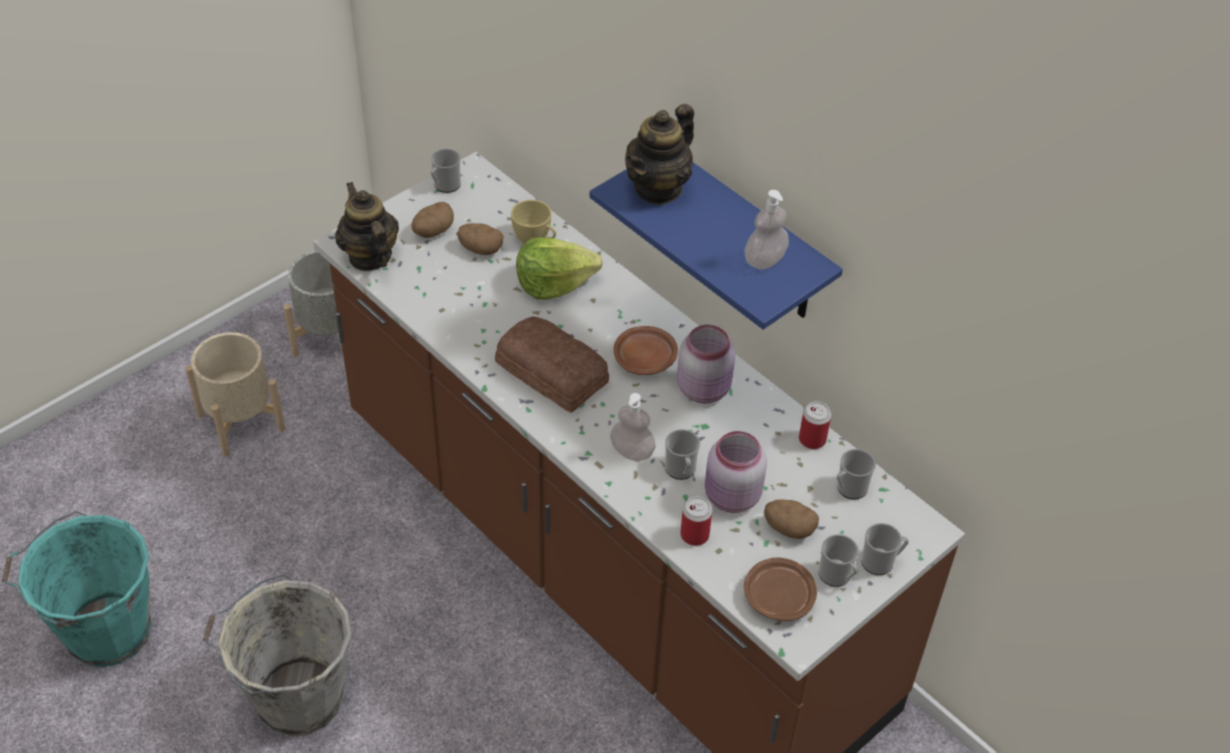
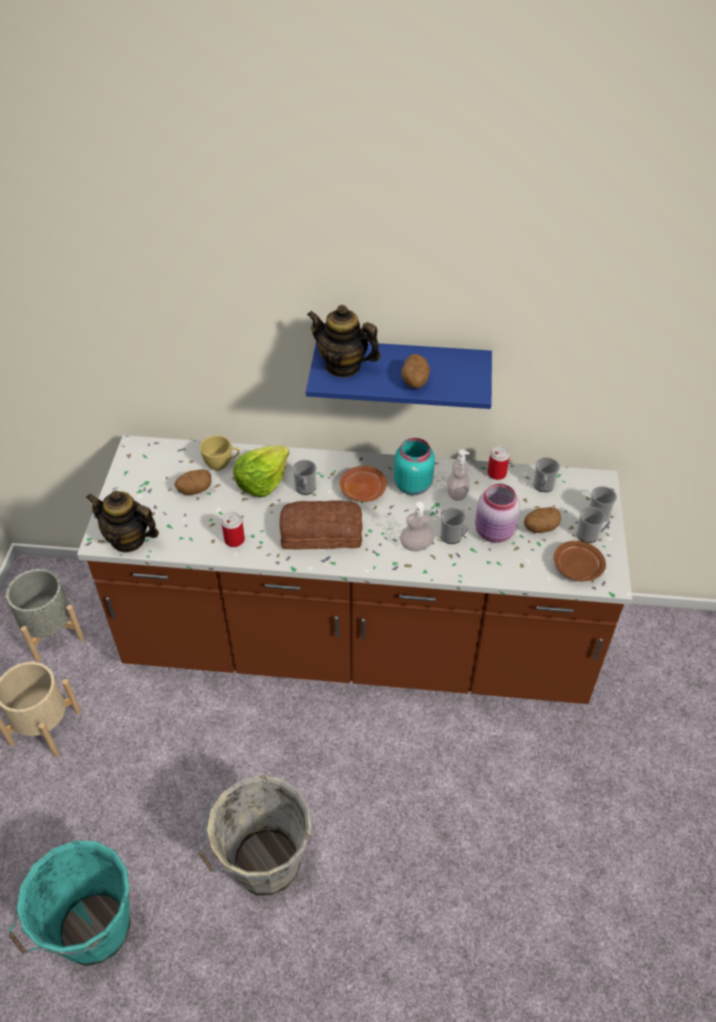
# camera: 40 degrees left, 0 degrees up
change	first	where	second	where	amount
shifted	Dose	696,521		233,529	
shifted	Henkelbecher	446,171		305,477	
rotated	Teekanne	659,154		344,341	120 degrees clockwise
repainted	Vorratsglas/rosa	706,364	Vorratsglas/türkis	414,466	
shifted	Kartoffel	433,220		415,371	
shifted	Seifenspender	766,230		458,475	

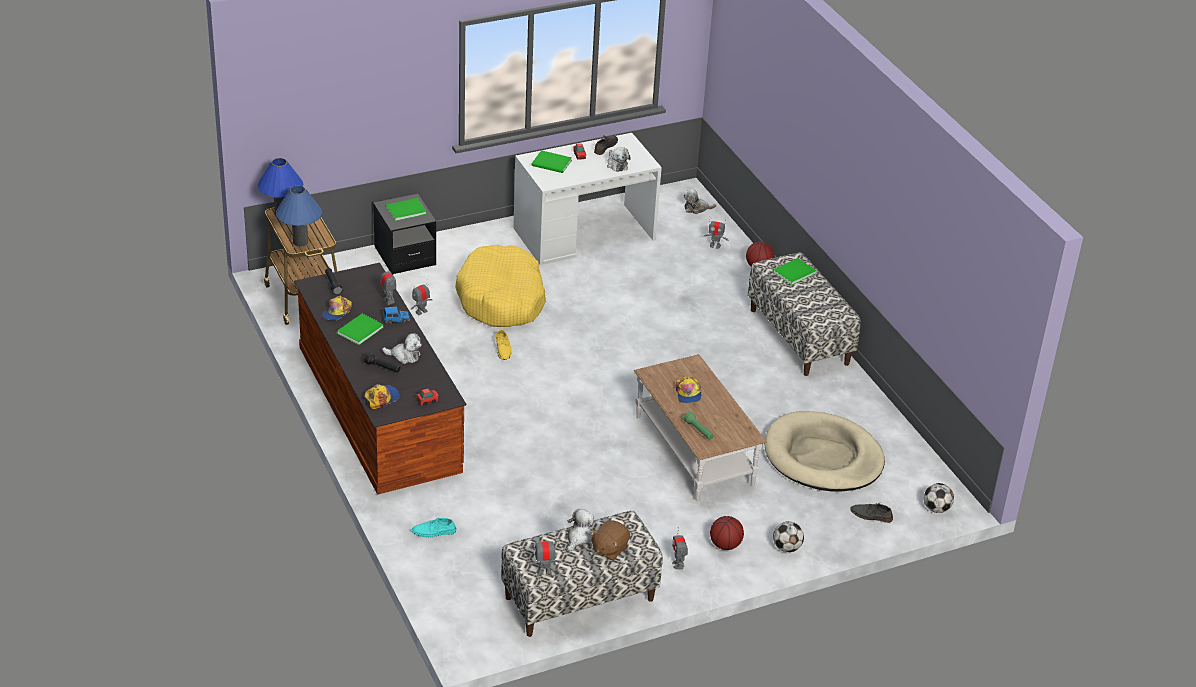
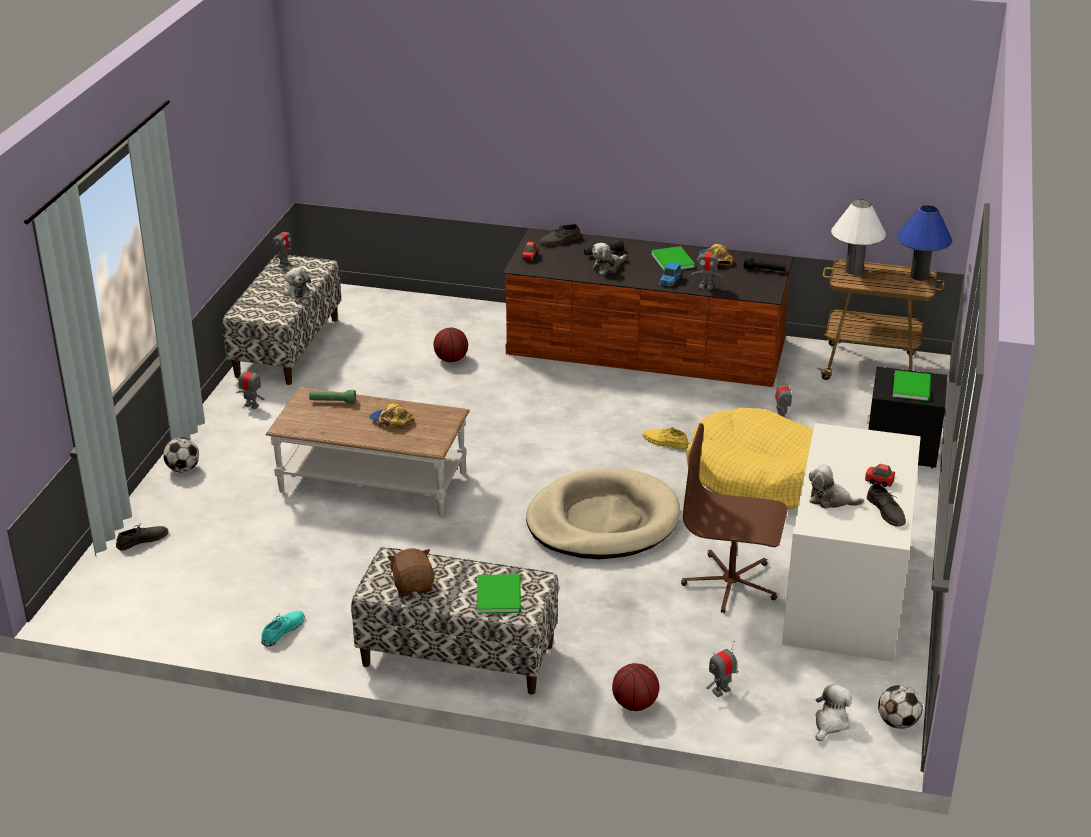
# camera: 130 degrees right, 5 degrees down
change	first	where	second	where	amount
shifted	Schuh/türkis	434,527		283,628	
shifted	Plüschtier/braun	610,540		410,572	
shifted	Basketball	727,533		451,345	
shifted	Hundebett/beige	825,451		603,514	
swapped	Kappe	382,396	Schuh/grau	560,235	
new			Bürostuhl/braun	734,518	
repainted	Tischlampe/blau	299,216	Tischlampe/weiß	858,237	
shifted	Fußball	939,498		900,707	
gone	Buch/grün	552,161			

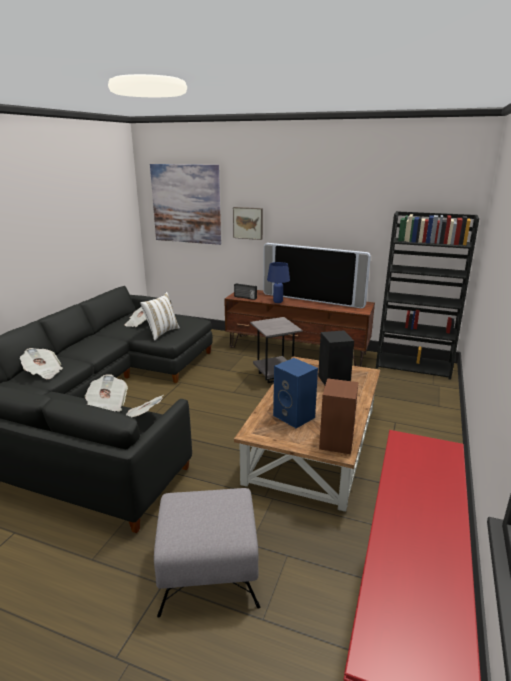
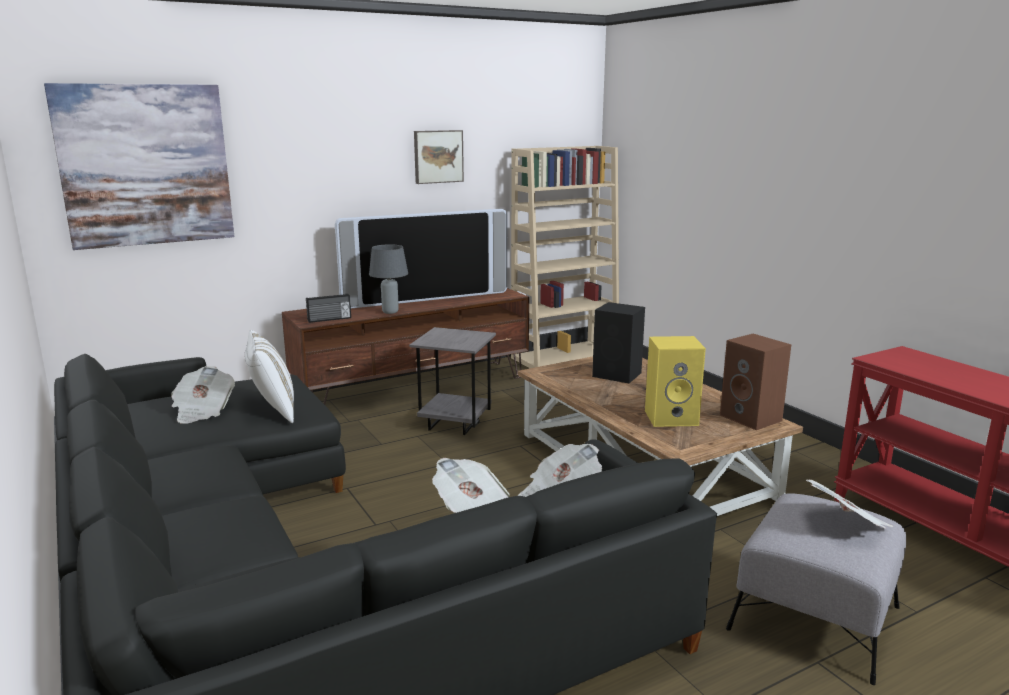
# camera: 50 degrees left, 5 degrees down
change	first	where	second	where	amount
repainted	Tischlampe/blau	278,282	Tischlampe/grau	388,279	
shifted	Bild	248,223		439,157	
repainted	Bücherregal/schwarz	427,295	Bücherregal/beige	565,257	
repainted	Lautsprecher/blau	295,393	Lautsprecher/gelb	675,381	
shifted	Zeitung	41,363		850,504	

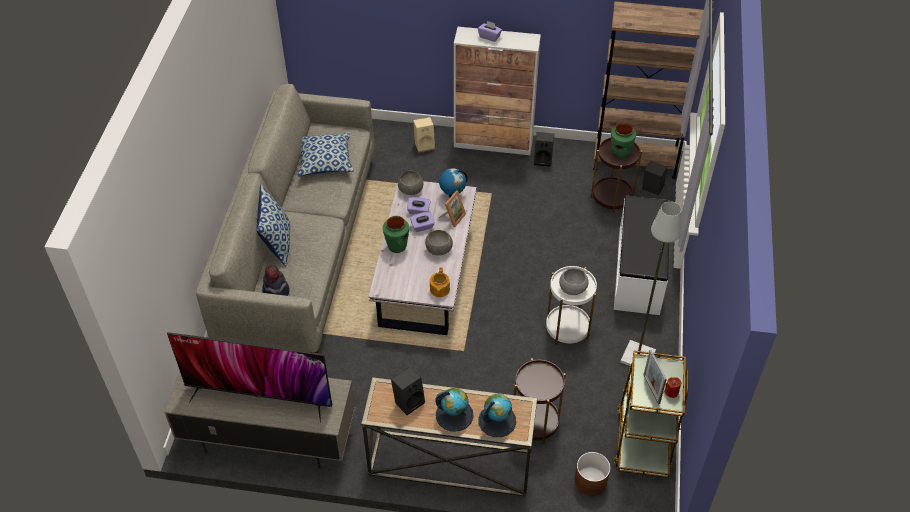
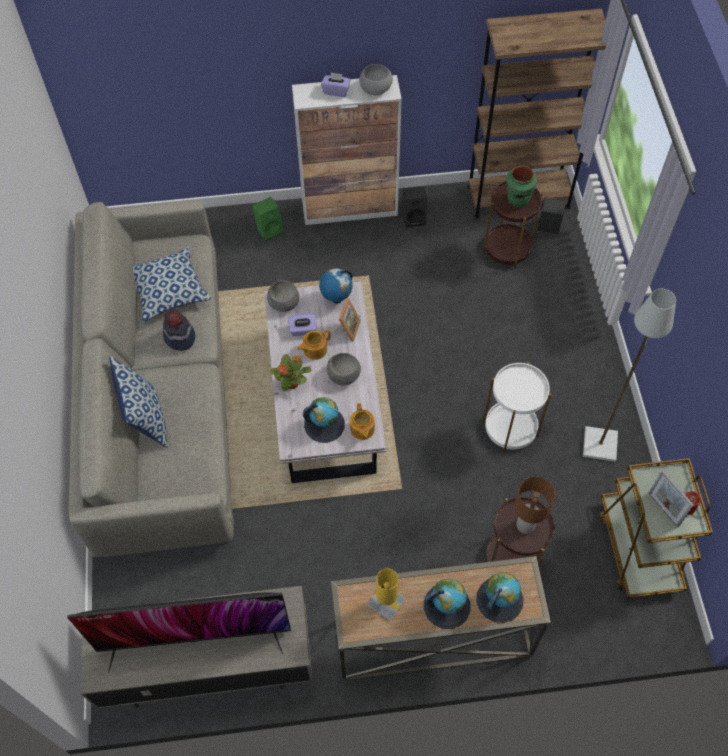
# camera: 15 degrees left, 10 degrees up
change	first	where	second	where	amount
shifted	Hut	276,280		179,330	
repainted	Lautsprecher/beige	424,135	Lautsprecher/grün	268,219	
swapped	Vase/grün	396,234	Topfpflanze	290,372	
swapped	Taschentuchbox/lila	422,222	Teekanne	314,345	
new			Globus	324,420	
shifted	Schüssel/grau	574,281		376,79	
swapped	Lautsprecher/schwarz	408,391	Tischlampe/gelb	386,594	
new			Tischlampe/braun	534,505	
gone	Pflanzkübel/braun	593,474			
gone	Bank/weiß	641,255			

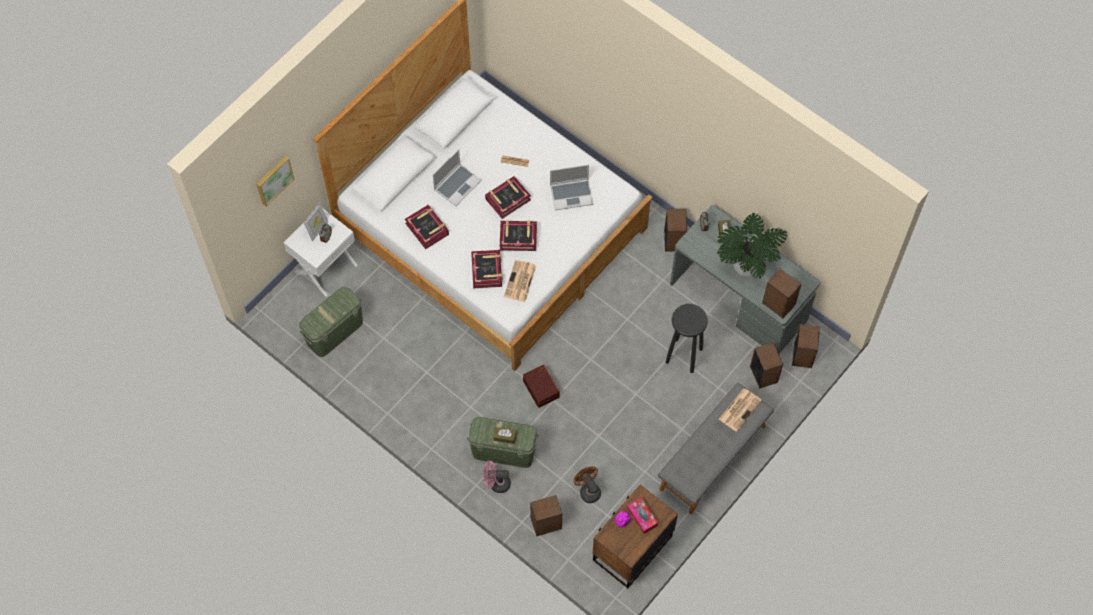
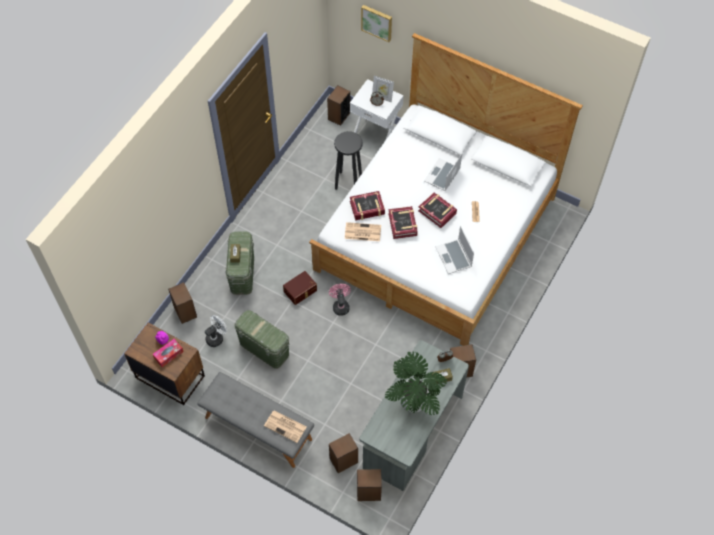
# camera: 80 degrees right, 5 degrees down
change	first	where	second	where	amount
repainted	Ventilator/braun	587,484	Ventilator/weiß	216,331	
shifted	Aufbewahrungsbox/grün	331,322		262,339	
shifted	Lautsprecher	781,293		339,105	
shifted	Ventilator/rosa	497,477		340,300	
shifted	Hocker/schwarz	686,338		348,160	
rotated	Laptop	457,177		443,172	90 degrees clockwise
gone	Buch	427,227			

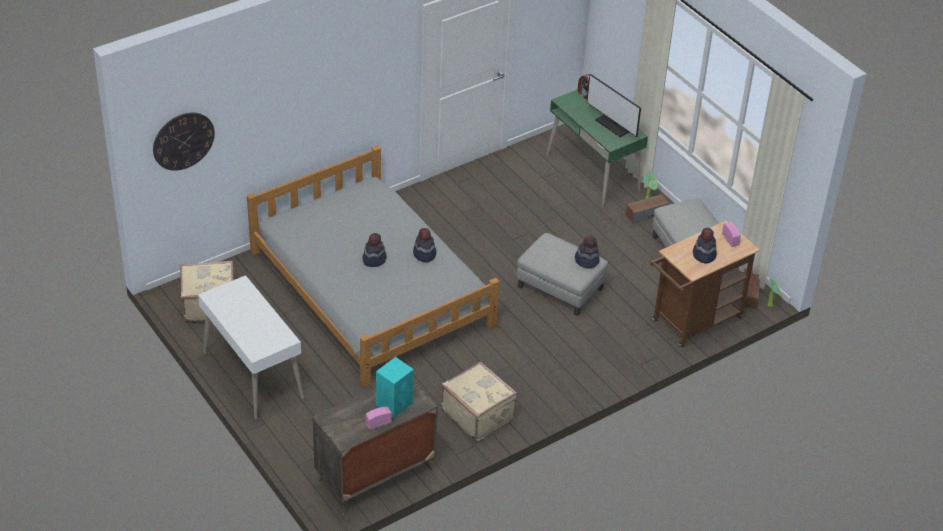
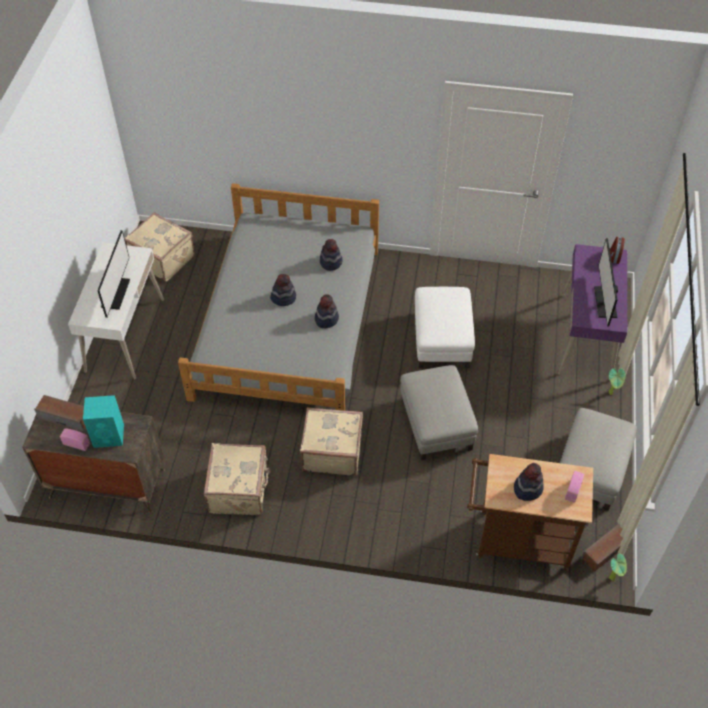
# camera: 45 degrees right, 10 degrees up
change	first	where	second	where	amount
shifted	Lautsprecher	647,209		60,413	
new			Monitor	113,274	
new			Koffer/beige	331,441	
shifted	Hut	587,251		331,255	
new			Polsterhocker/weiß	445,327	
repainted	Schreibtisch/grün	597,148	Schreibtisch/lila	592,309	
gone	Wanduhr	184,141			

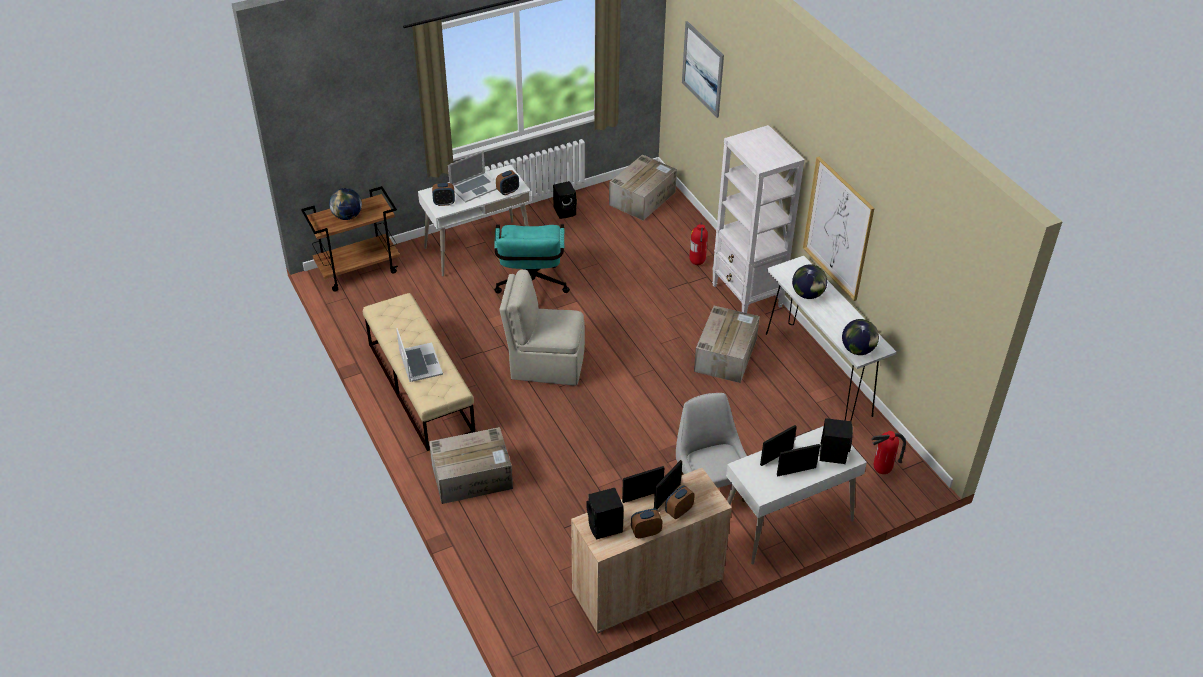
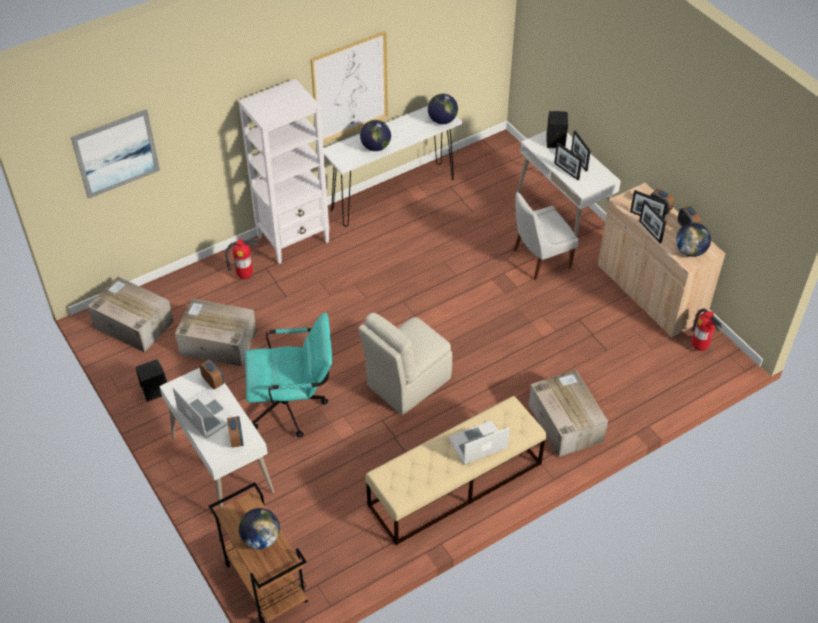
# camera: 95 degrees left, 5 degrees up
change	first	where	second	where	amount
shifted	Karton	727,344		216,333	
rotated	Stuhl/beige	542,328		405,364	45 degrees clockwise
swapped	Lautsprecher/schwarz	605,513	Globus	693,240	
shifted	Feuerlöscher	888,452		706,329	

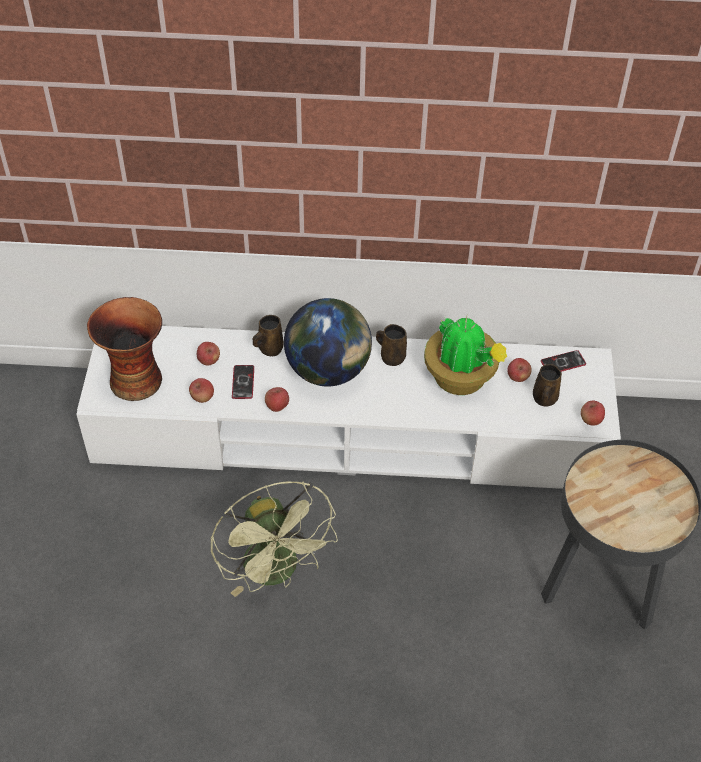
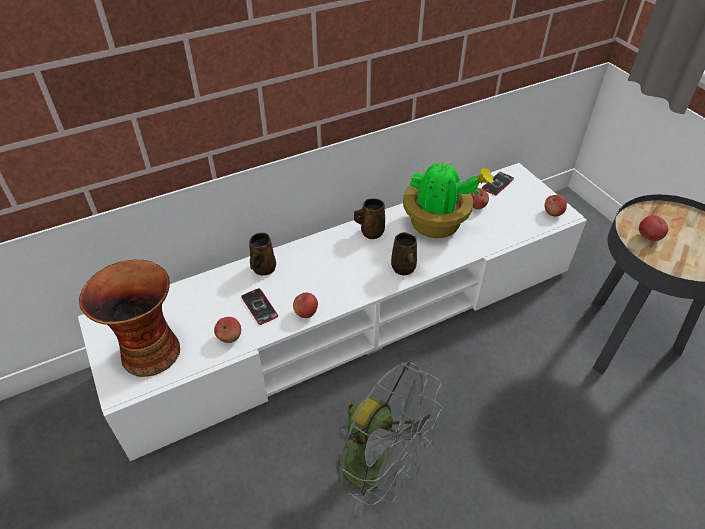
# camera: 30 degrees left, 5 degrees down
change	first	where	second	where	amount
repainted	Ventilator/grün	274,539	Ventilator/grau	391,438	
shifted	Henkelbecher/braun	547,385		404,253	
shifted	Apfel	208,354		653,228	
gone	Globus	328,342			

